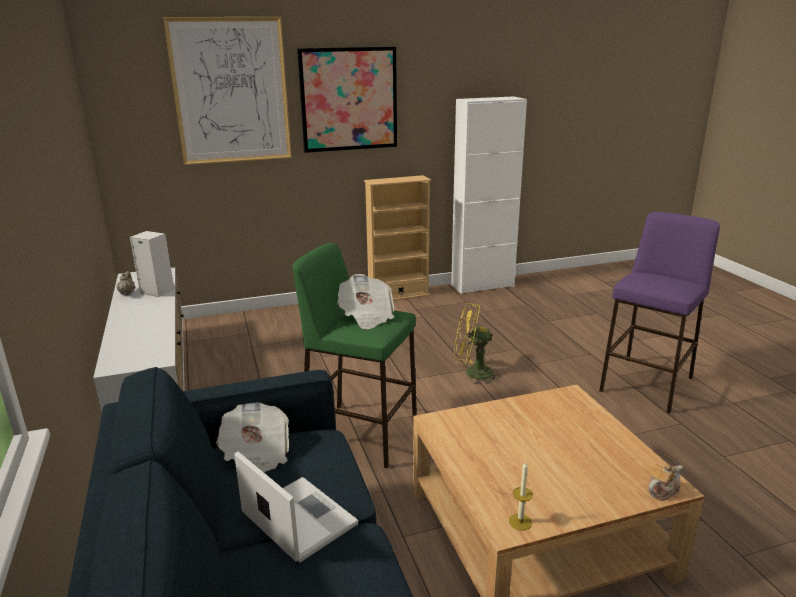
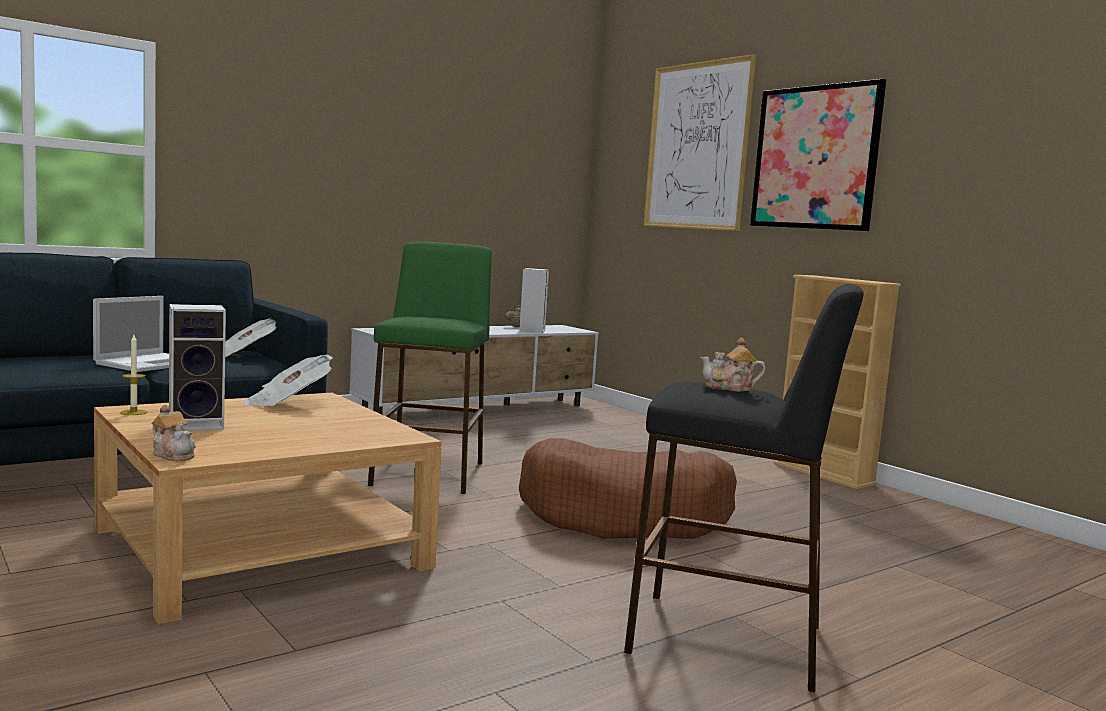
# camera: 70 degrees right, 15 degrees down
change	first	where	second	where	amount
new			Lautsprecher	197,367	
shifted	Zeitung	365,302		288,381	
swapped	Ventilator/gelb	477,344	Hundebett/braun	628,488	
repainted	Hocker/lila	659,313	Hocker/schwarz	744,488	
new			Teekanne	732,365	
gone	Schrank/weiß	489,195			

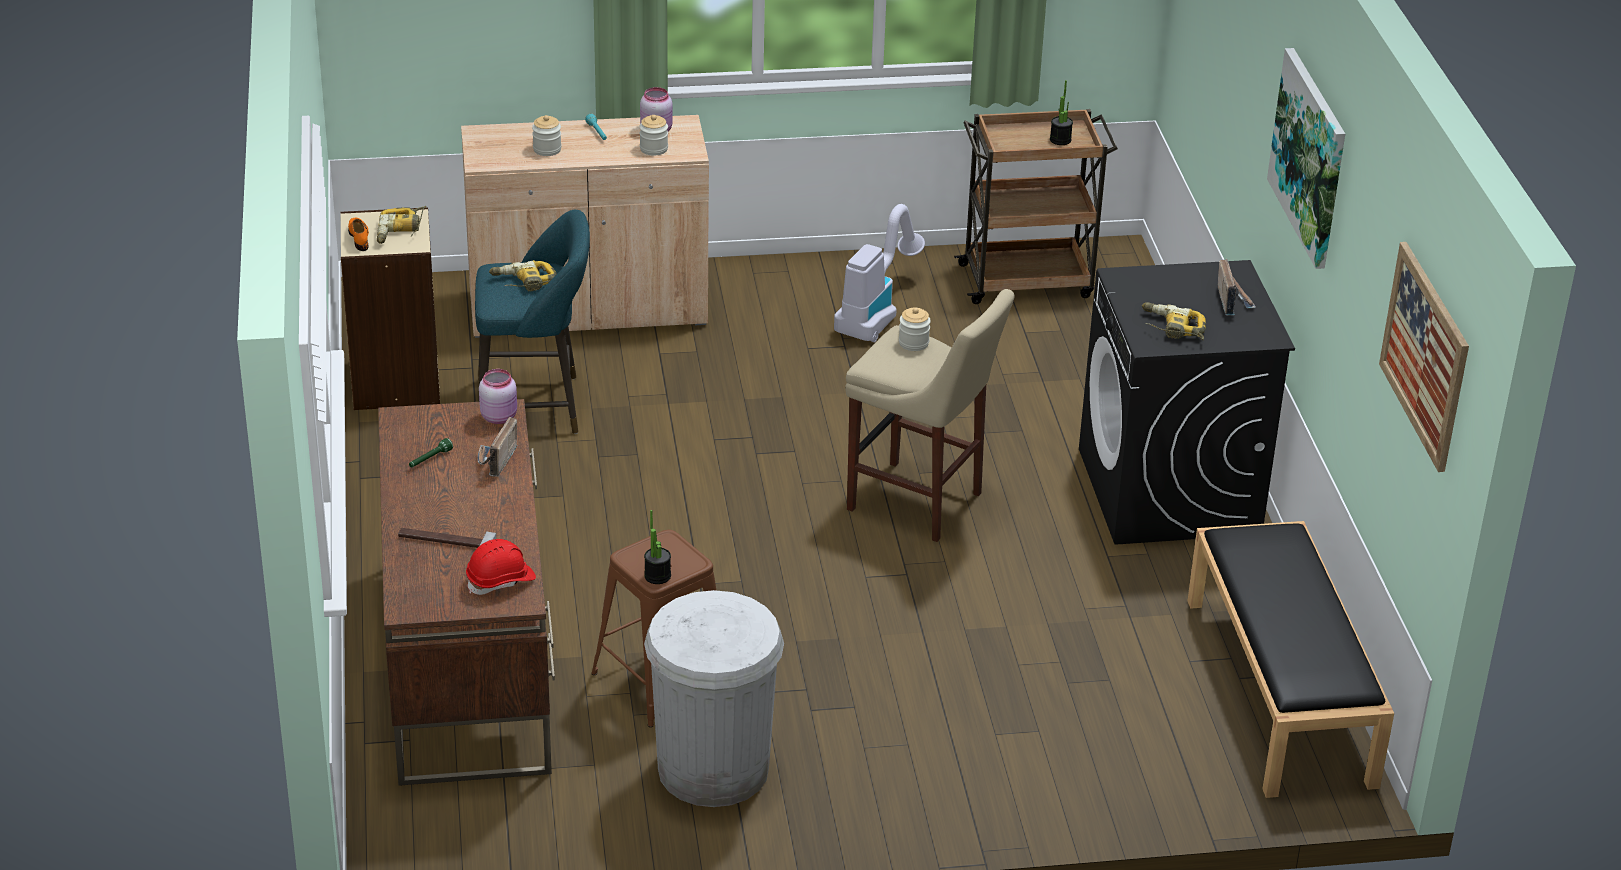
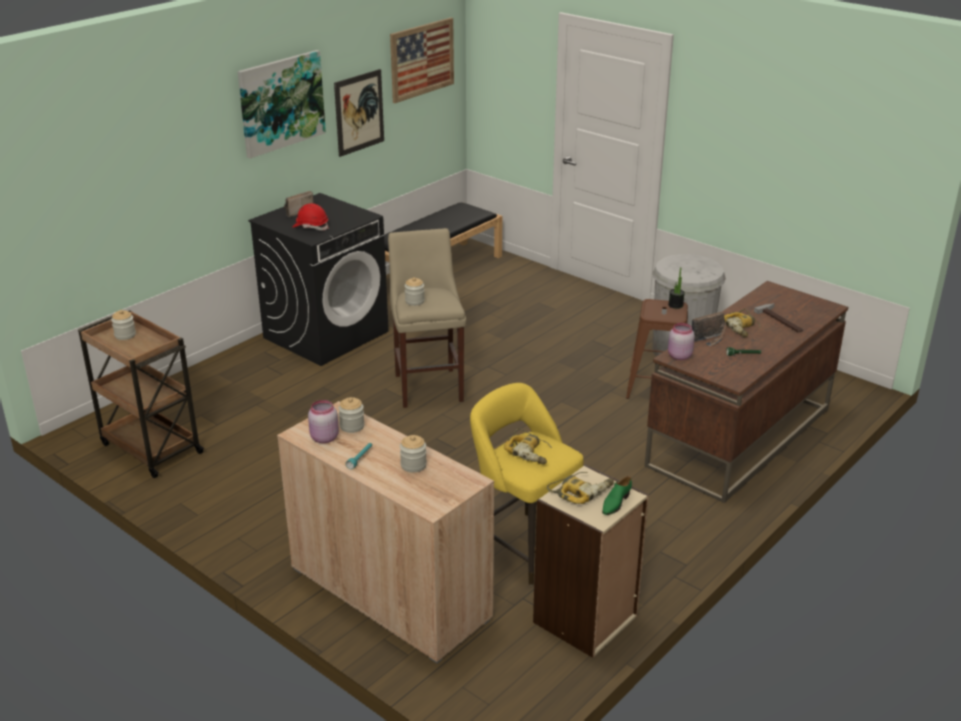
# camera: 130 degrees left, 5 degrees down
change	first	where	second	where	amount
swapped	Topfpflanze	1061,112	Vorratsglas	123,325	
shifted	Schutzhelm/rot	501,567		311,217	
new			Bild	359,113	
repainted	Hocker/türkis	532,322	Hocker/gelb	526,484	
repainted	Schuh/orange	358,234	Schuh/grün	617,495	
shifted	Bohrmaschine	1174,321		742,323	
gone	Staubsauger	879,273			

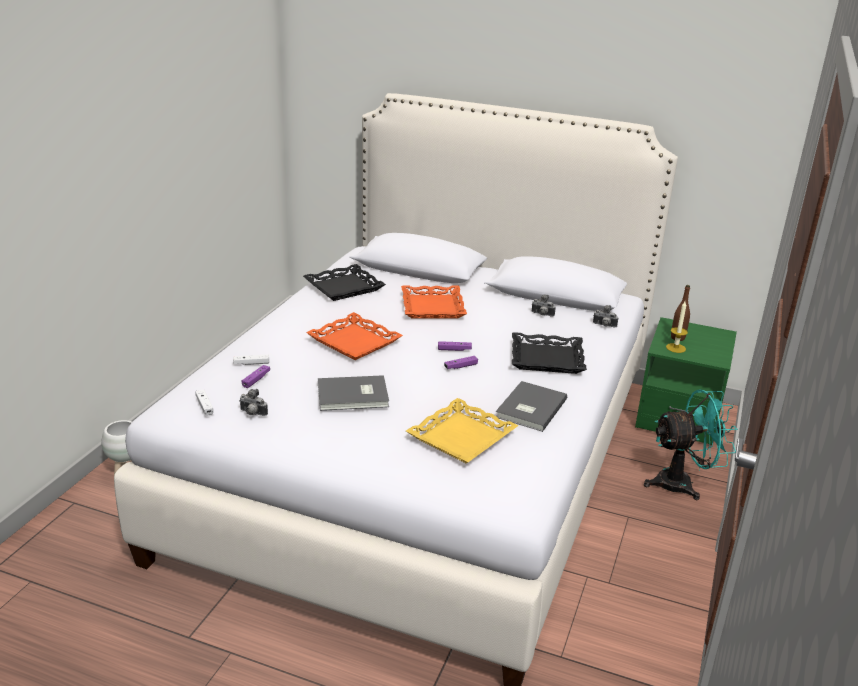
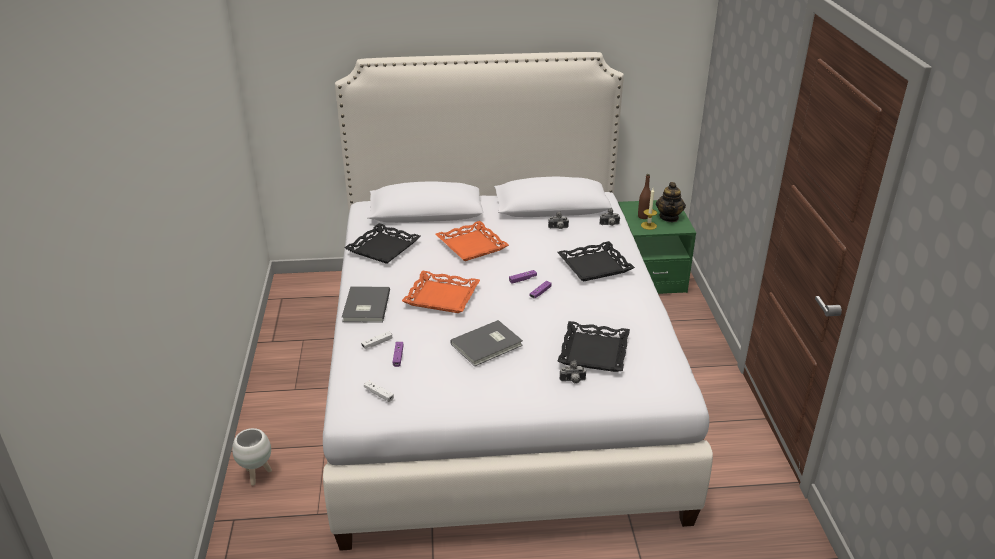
# camera: 25 degrees left, 5 degrees up
change	first	where	second	where	amount
shifted	Buch/grau	531,406		366,304	
repainted	Tablett/gelb	462,430	Tablett/schwarz	593,346	
shifted	Kamera	253,402		573,371	
new			Teekanne	671,202	
gone	Ventilator/türkis	691,444			

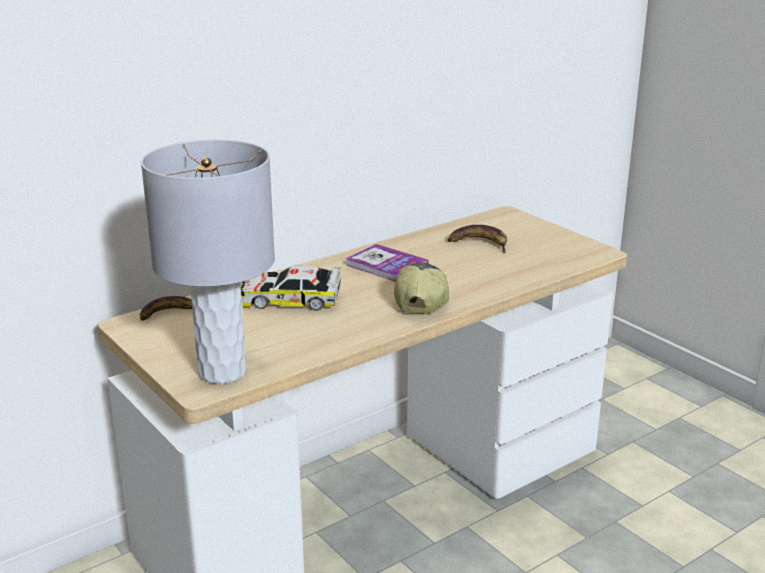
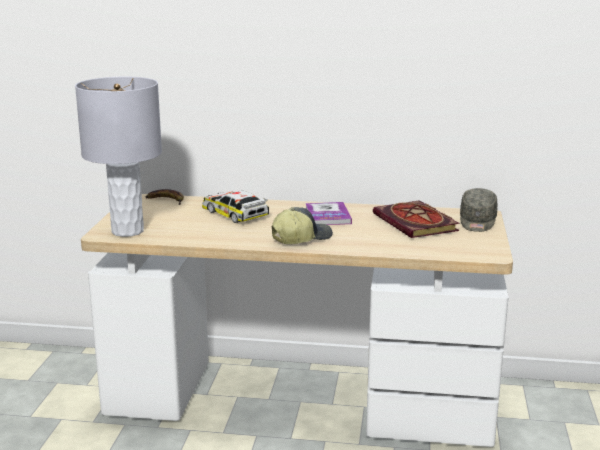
# camera: 45 degrees right, 5 degrees down
change	first	where	second	where	amount
swapped	Banane	477,239	Buch	416,219	
new			Kappe/grau	479,210	

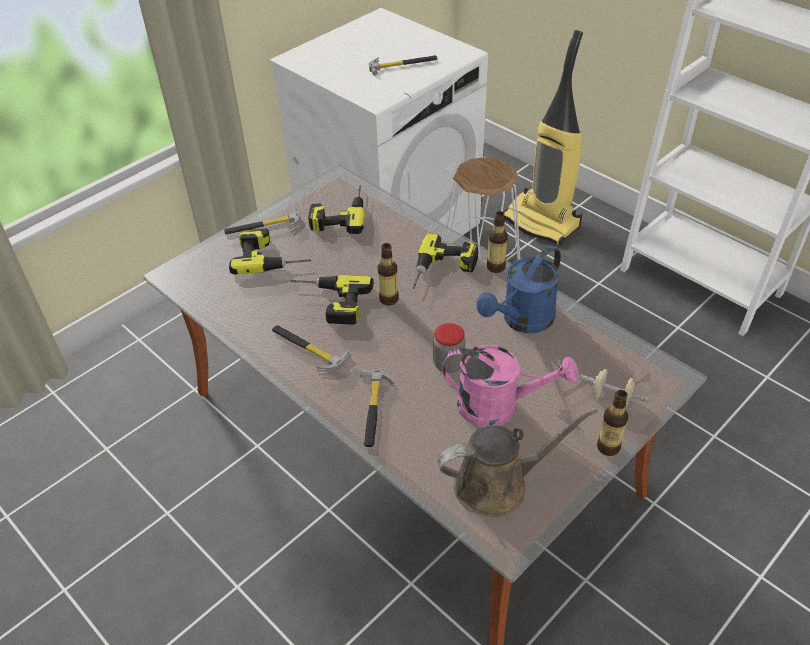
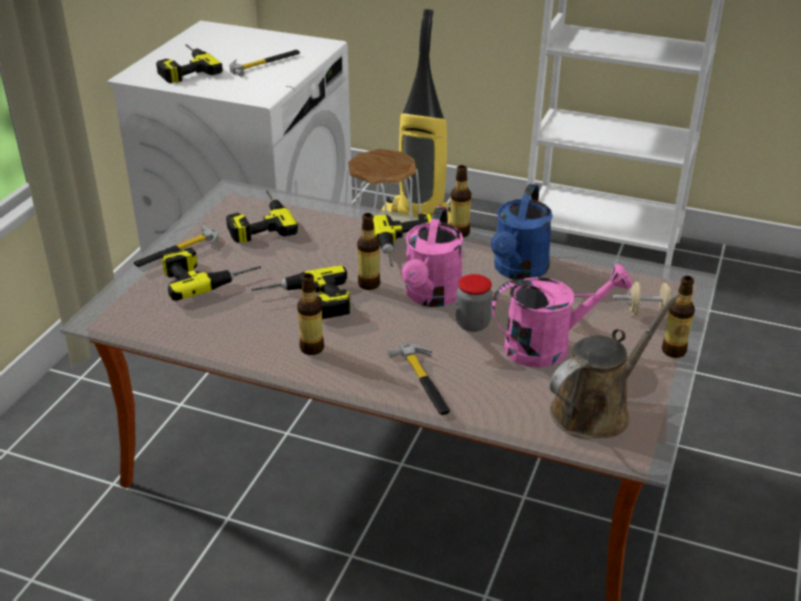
# camera: 25 degrees left, 10 degrees down
change	first	where	second	where	amount
new			Bohrmaschine	189,63	
swapped	Hammer	311,348	Flasche	310,314	
new			Gießkanne/rosa	432,256	

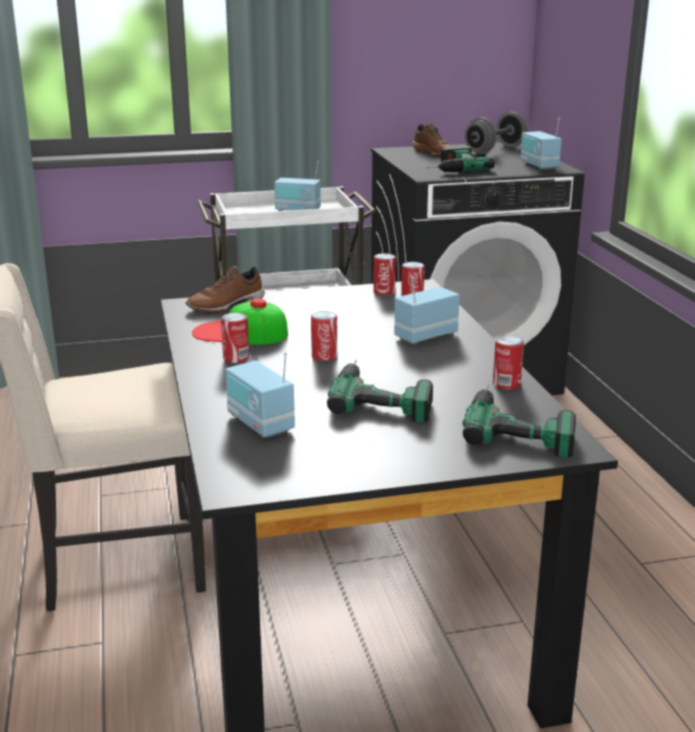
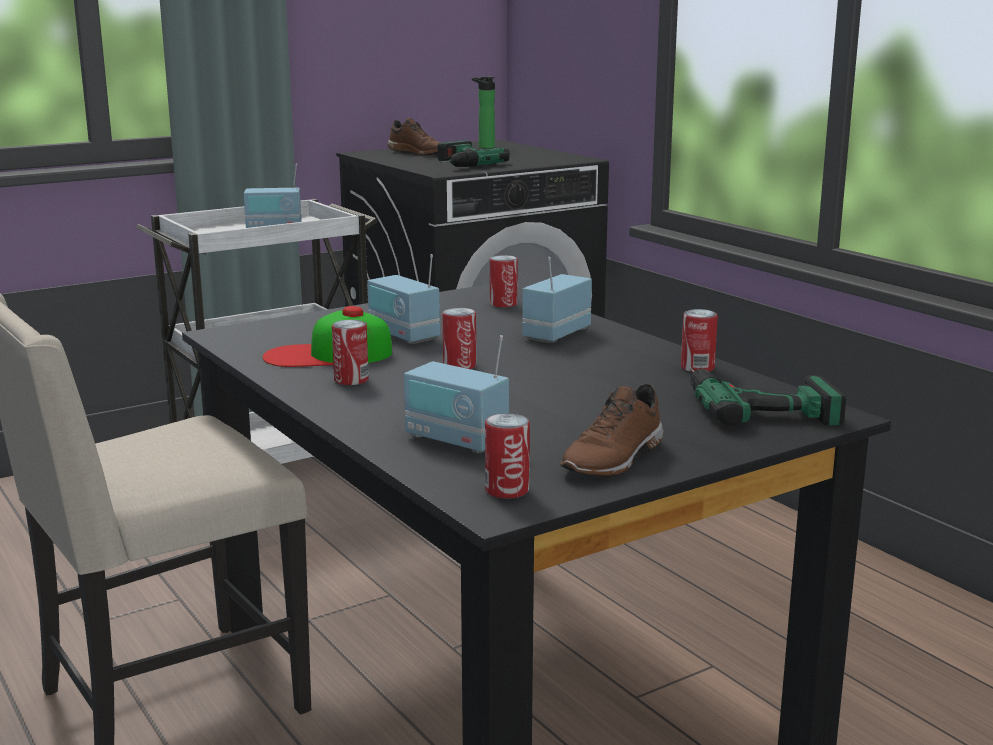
# camera: 20 degrees left, 5 degrees down
change	first	where	second	where	amount
shifted	Radio	541,144		403,299	
swapped	Hantel/grau	495,133	Flasche	483,113	
shifted	Dose	384,274		507,456	
shifted	Schuh/braun	225,289		611,430	
gone	Bohrmaschine	380,391			

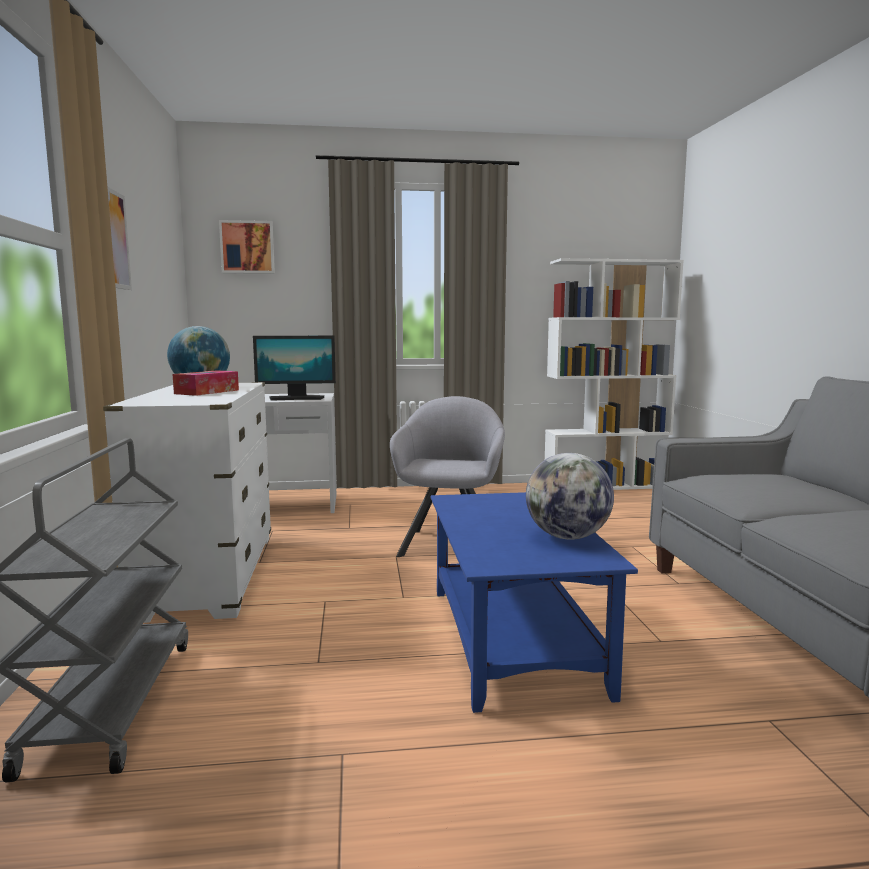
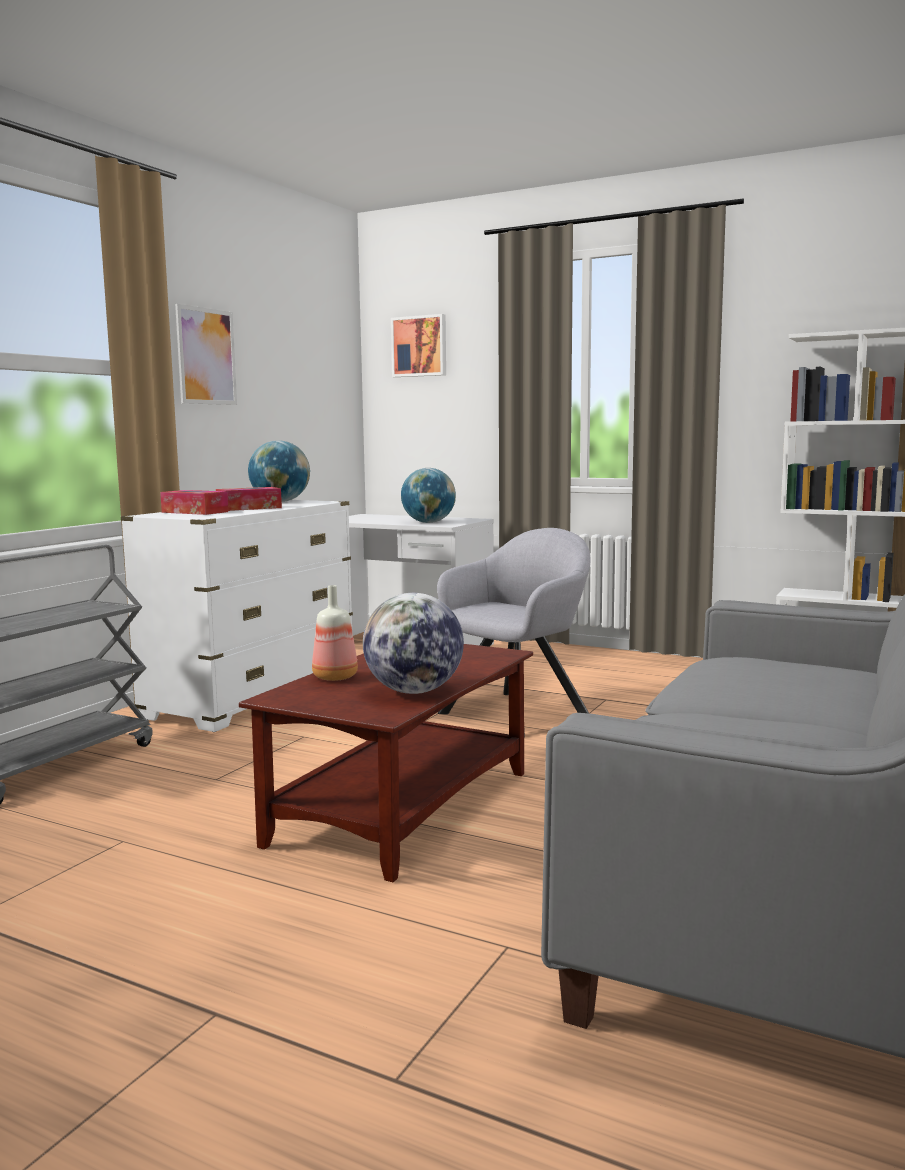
# camera: 35 degrees right, 0 degrees up
change	first	where	second	where	amount
new			Taschentuchbox	194,502	
repainted	Couchtisch/blau	534,602	Couchtisch/braun	386,763	
new			Flasche	335,633	
swapped	Monitor	294,368	Globus	428,495	

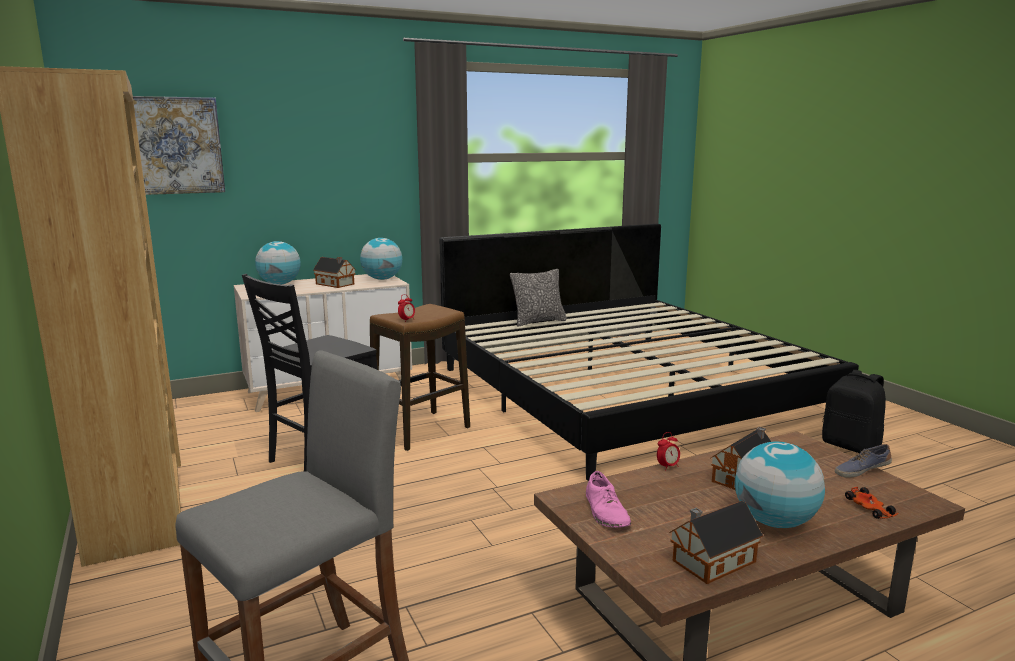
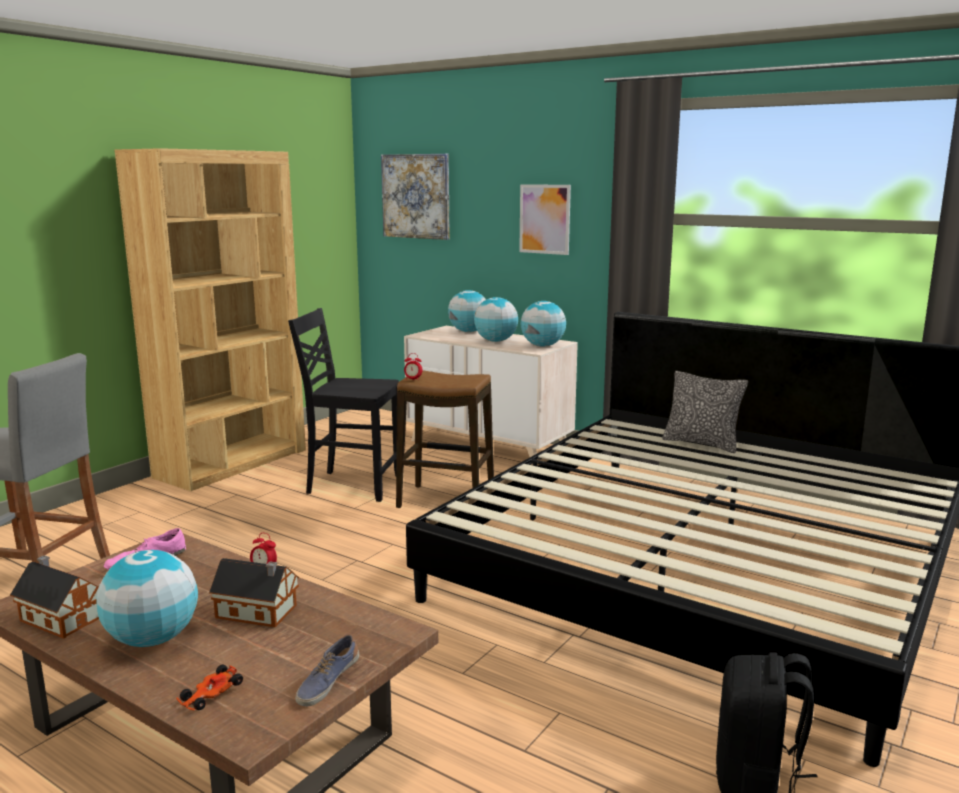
# camera: 60 degrees right, 0 degrees up
change	first	where	second	where	amount
rotated	Schuh	863,461		327,670	105 degrees counterclockwise
swapped	Spielzeughaus	334,272	Globus	496,319	
new			Bild	545,219	

